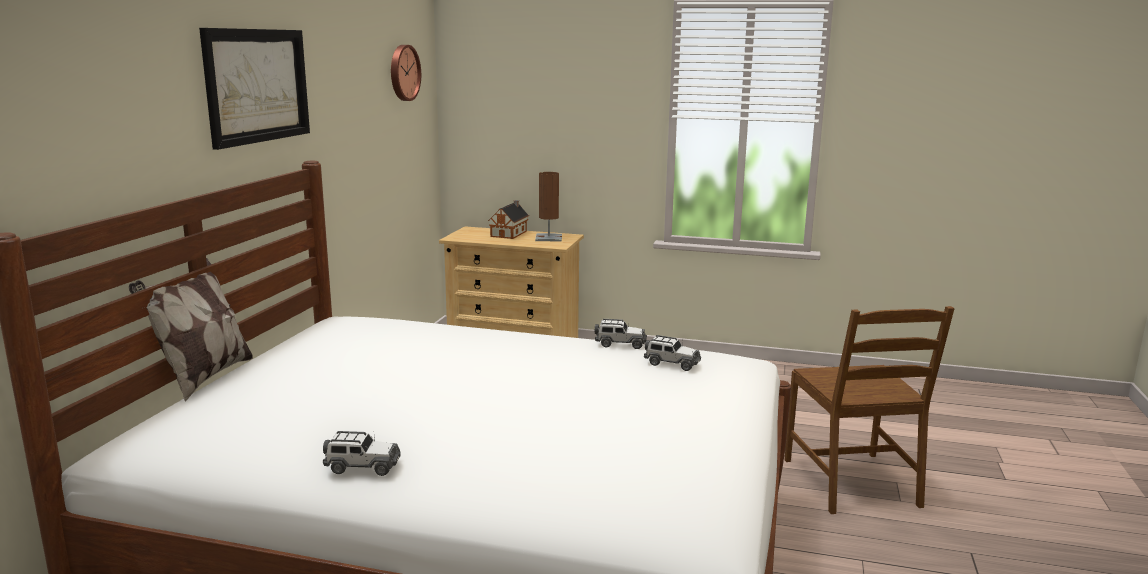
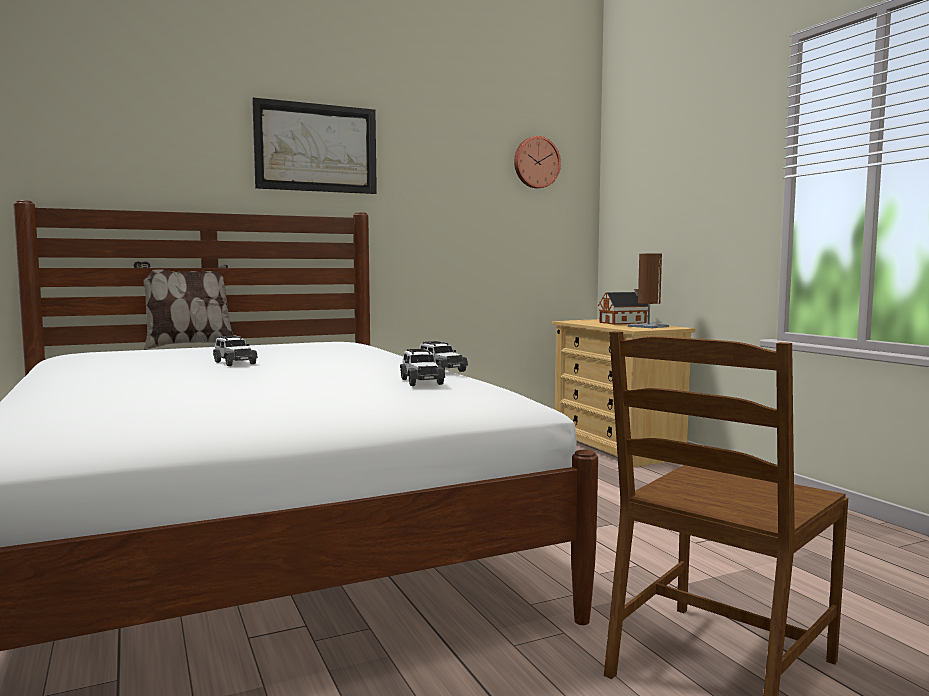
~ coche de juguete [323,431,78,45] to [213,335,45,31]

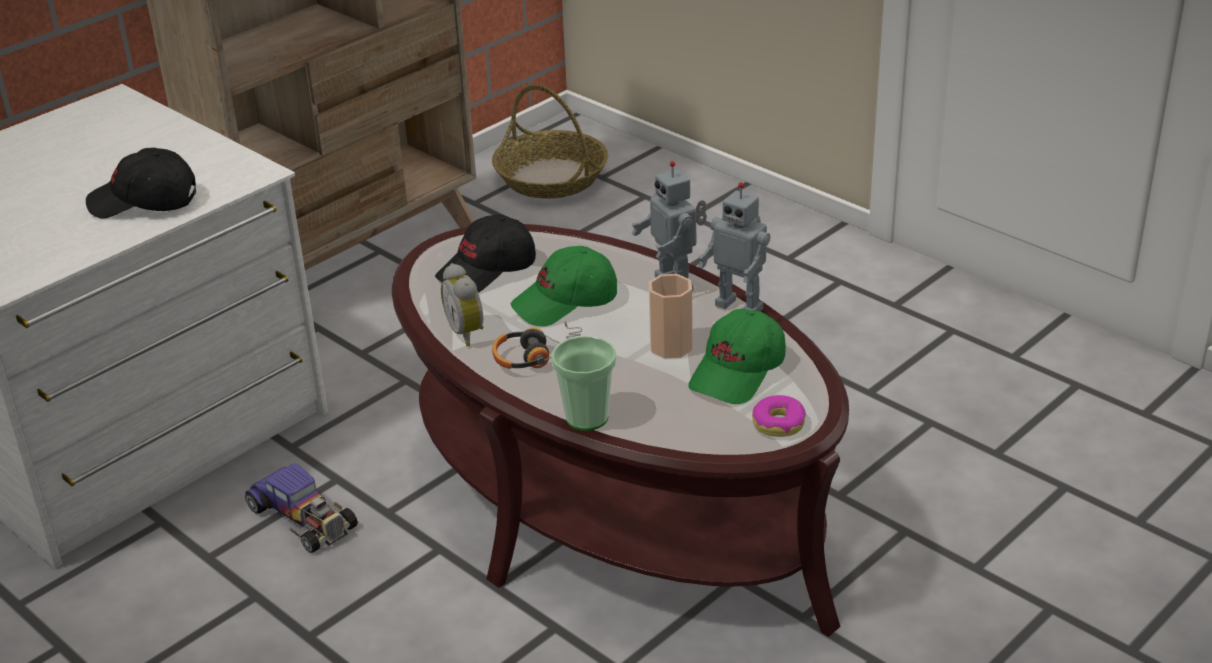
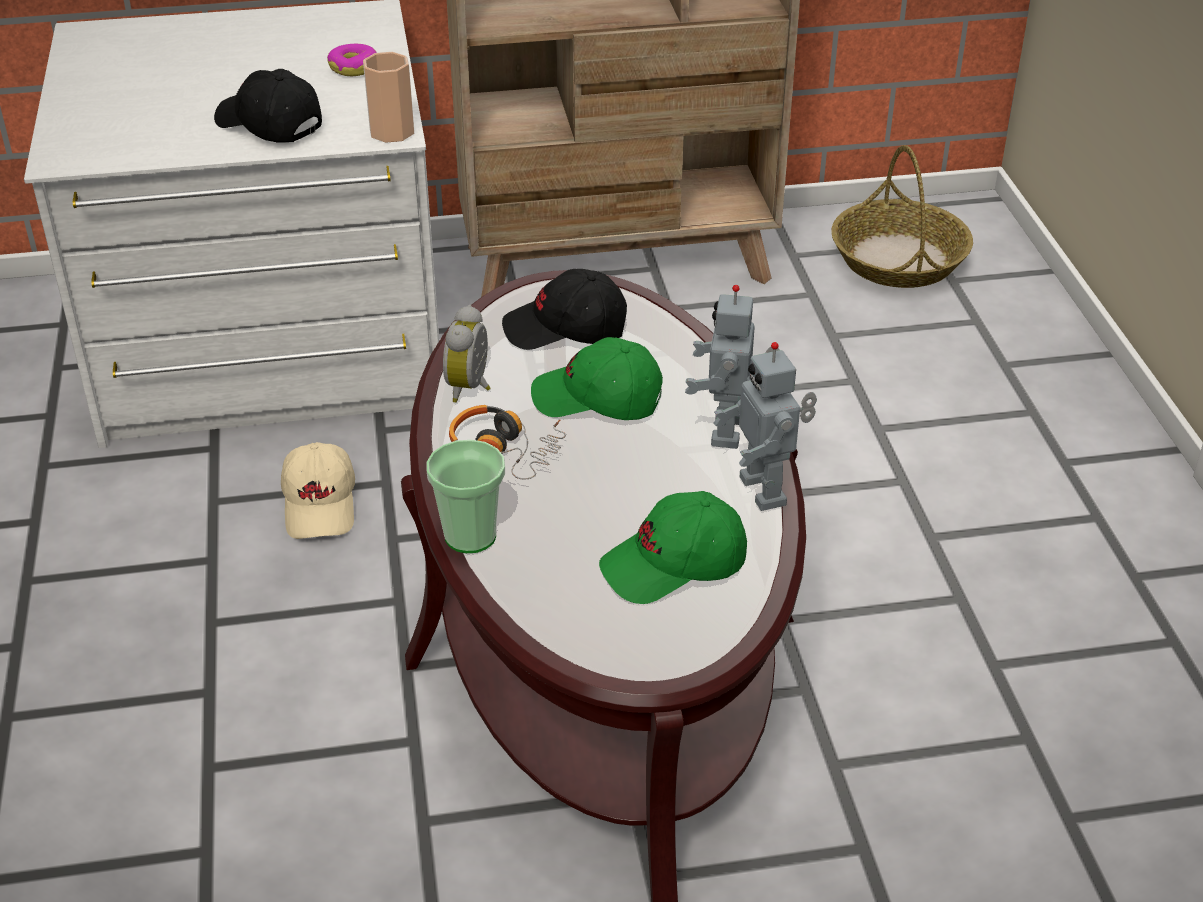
~ taza [649,274,44,84] to [363,52,51,91]
~ rosquilla [752,395,54,42] to [327,44,50,32]
~ coche de juguete [245,464,113,89] to gorra [beis] [281,442,74,97]

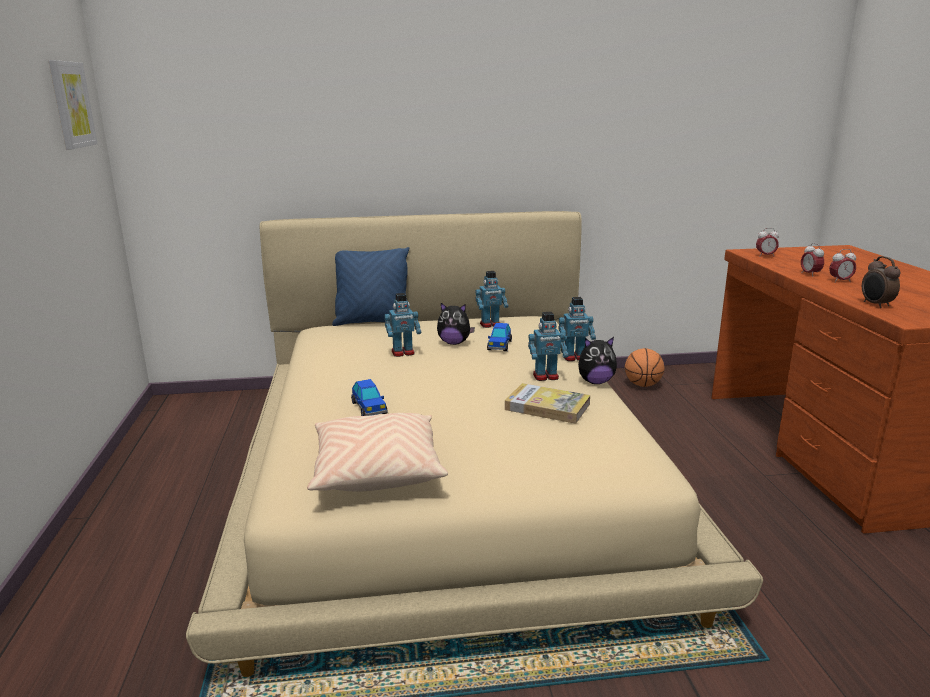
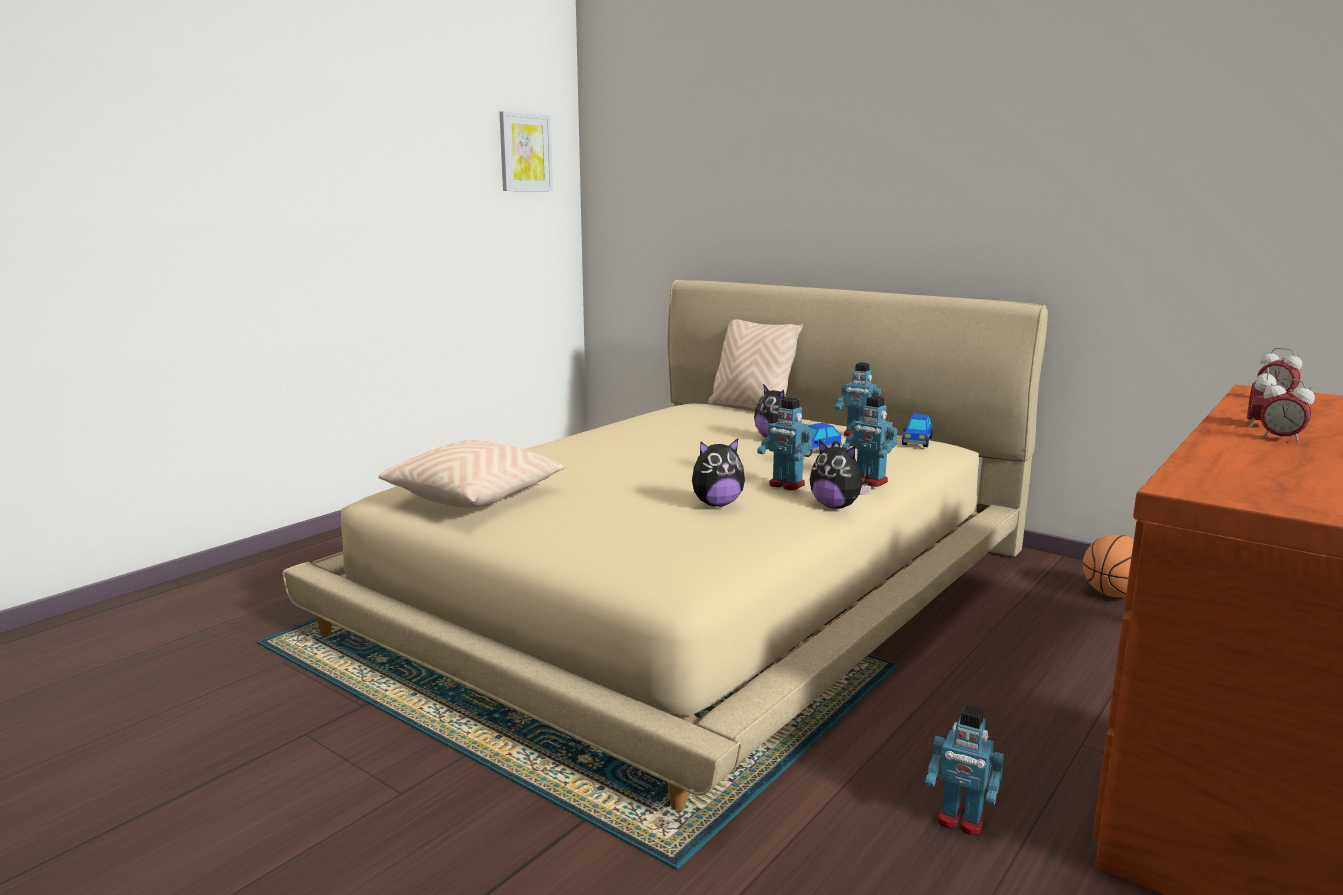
~ cojín [azul] [332,247,77,79] to cojín [beis] [708,319,95,90]
- despertador [862,256,39,52]
~ robot de juguete [385,293,36,64] to [925,705,79,130]
~ coche de juguete [351,379,37,37] to [902,414,31,33]
~ libro [505,383,86,41] to peluche [692,438,53,69]

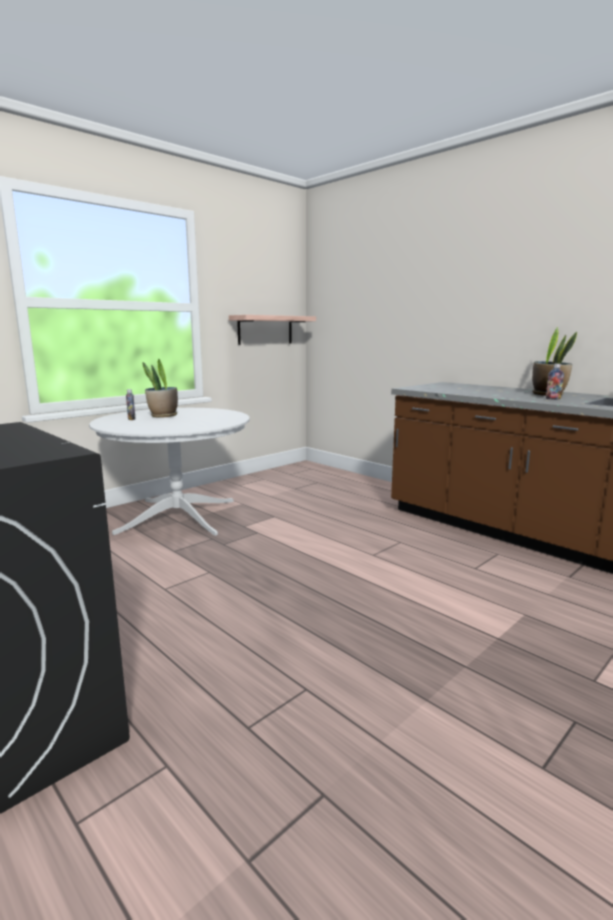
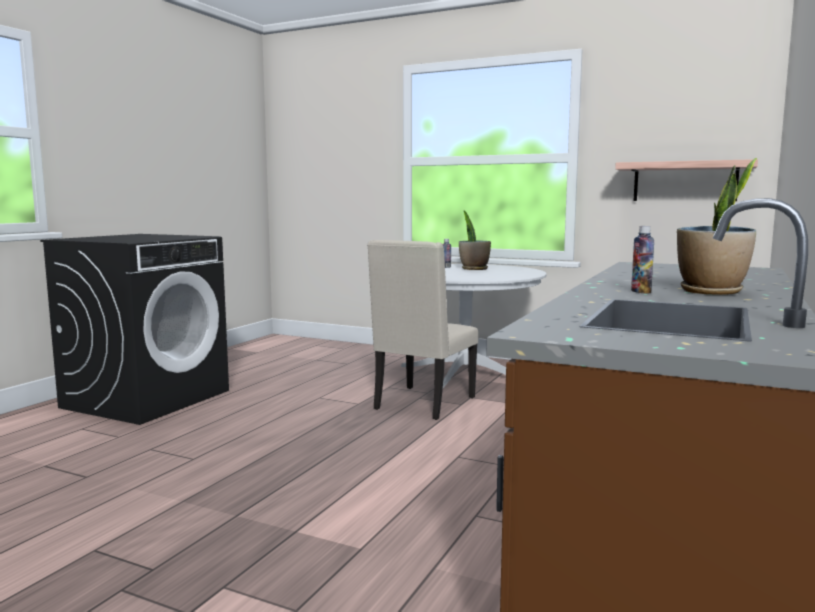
+ silla [beis] [367,240,111,180]

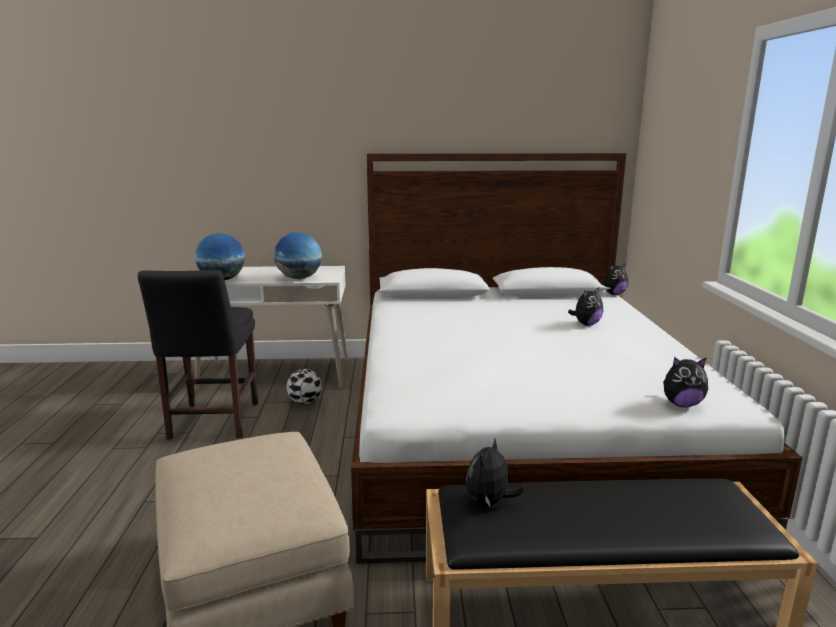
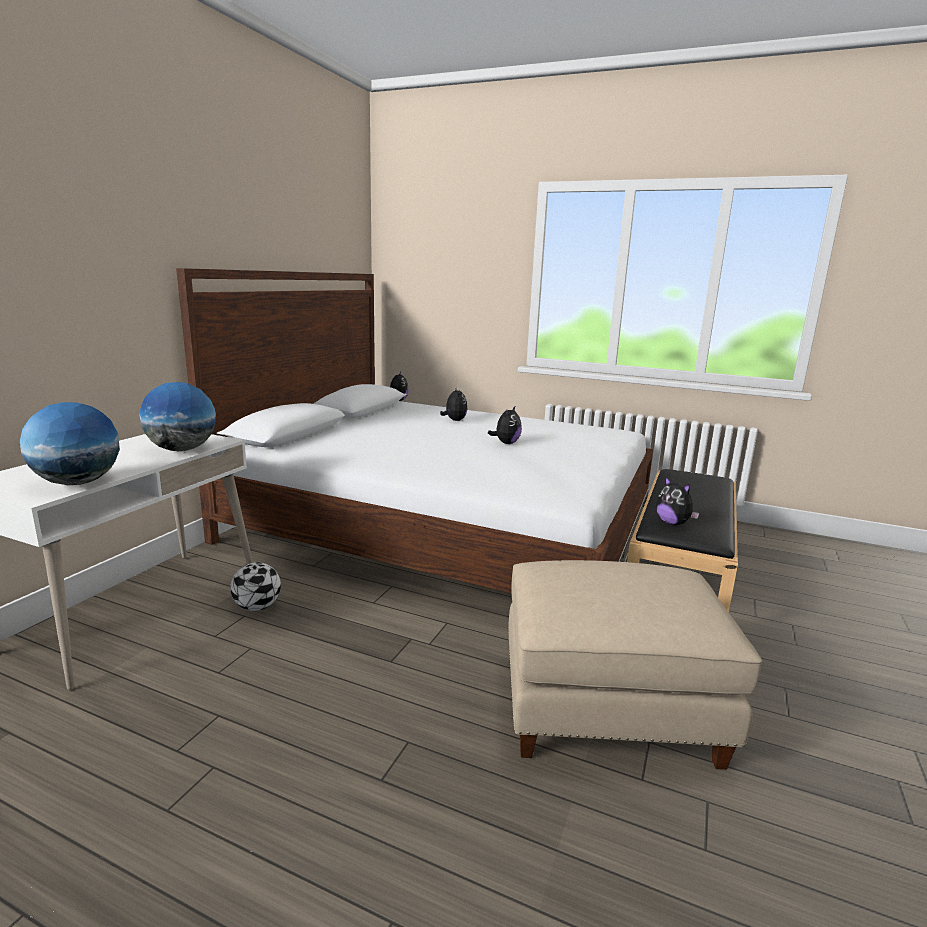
- silla [negro] [138,270,120,170]
~ peluche [663,357,45,50] to [488,407,34,37]

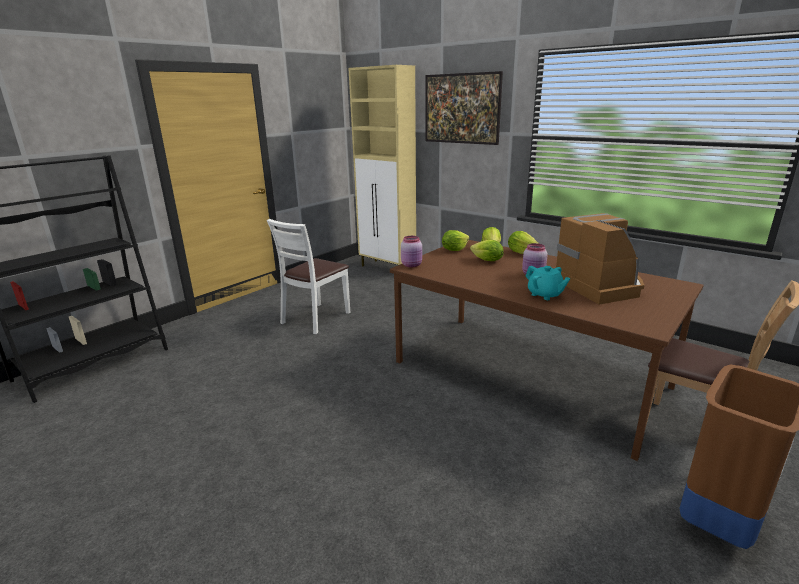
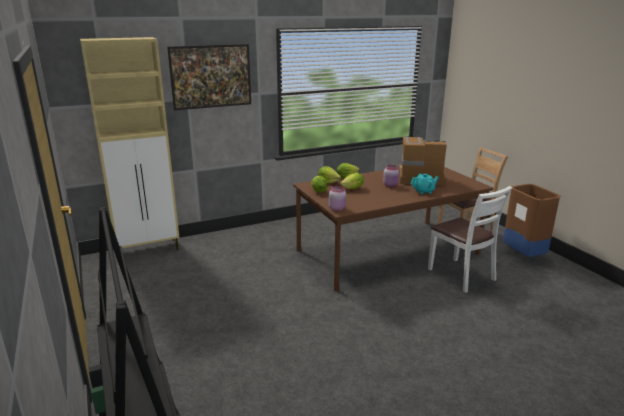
~ silla [blanco] [267,219,83,115] to [428,186,85,107]

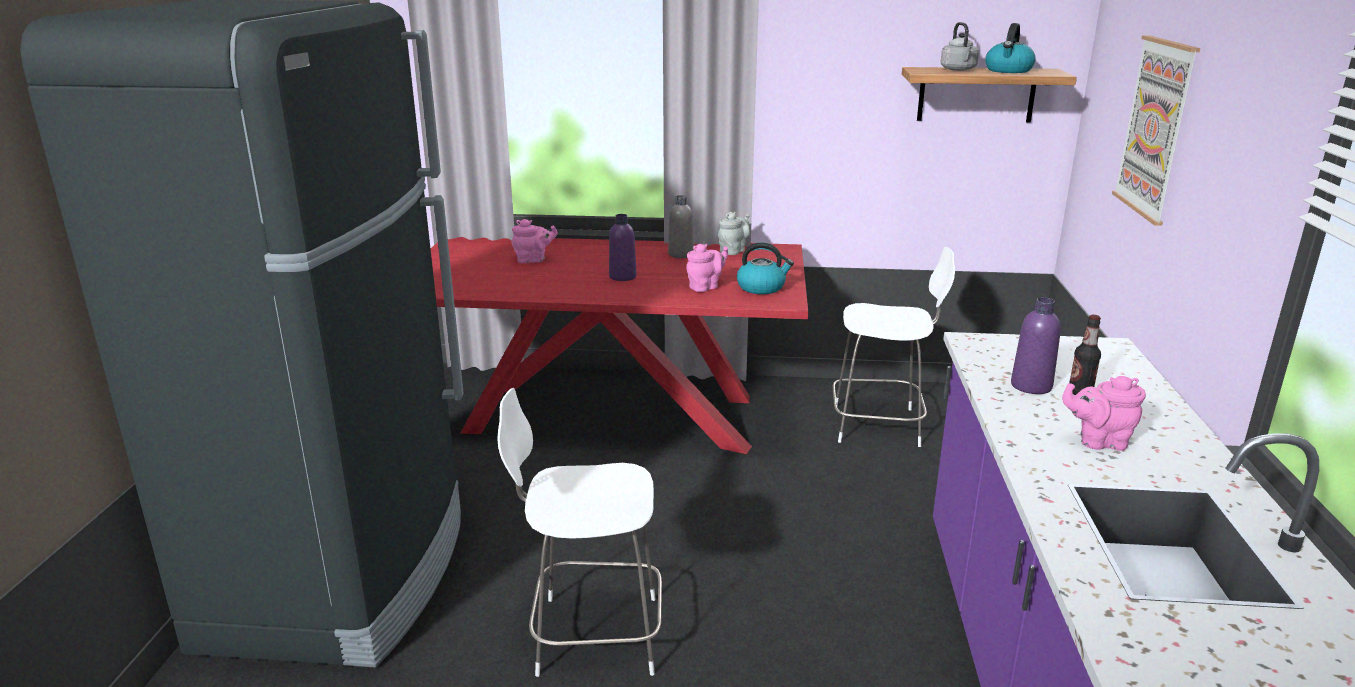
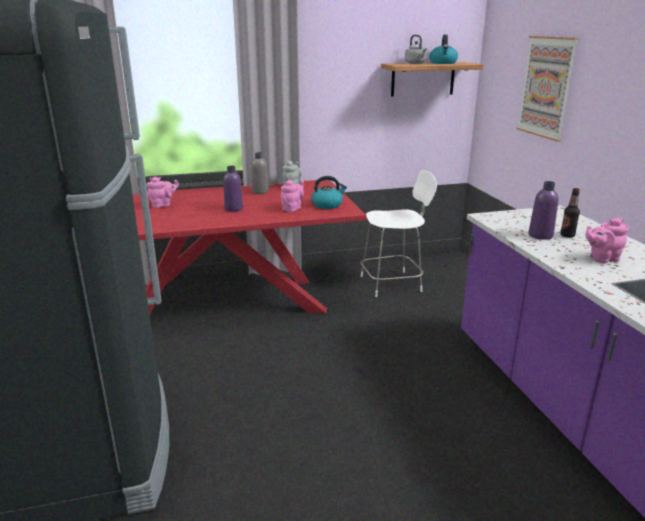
- silla [blanco] [497,388,165,289]

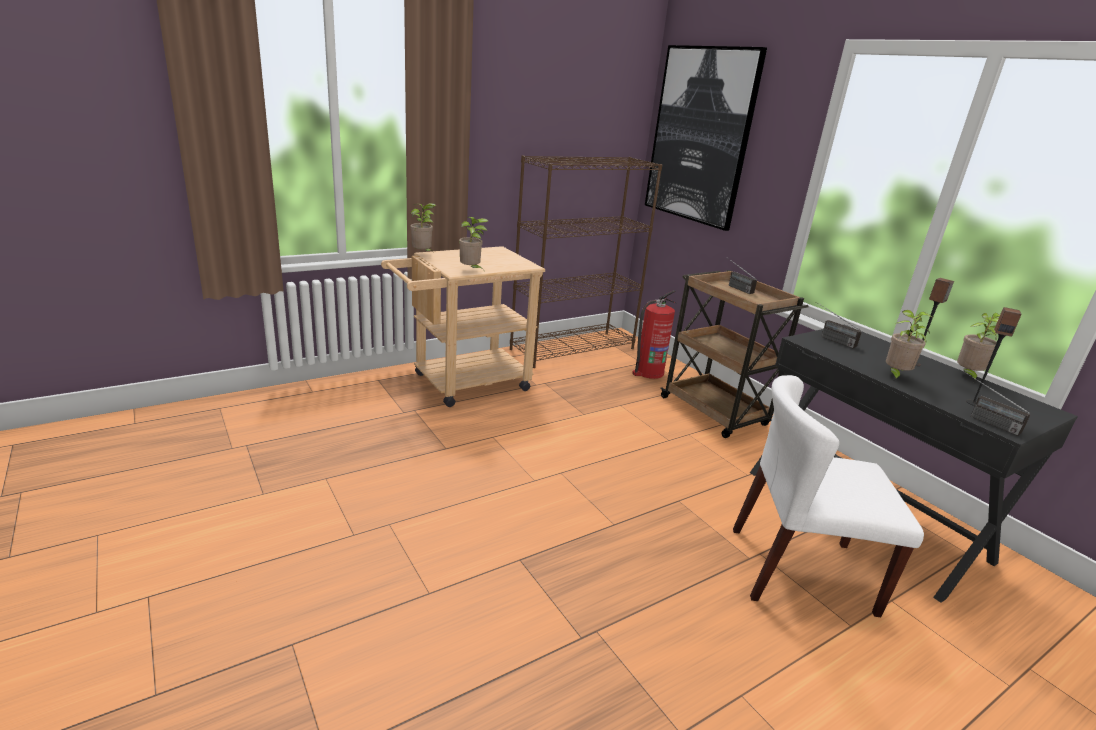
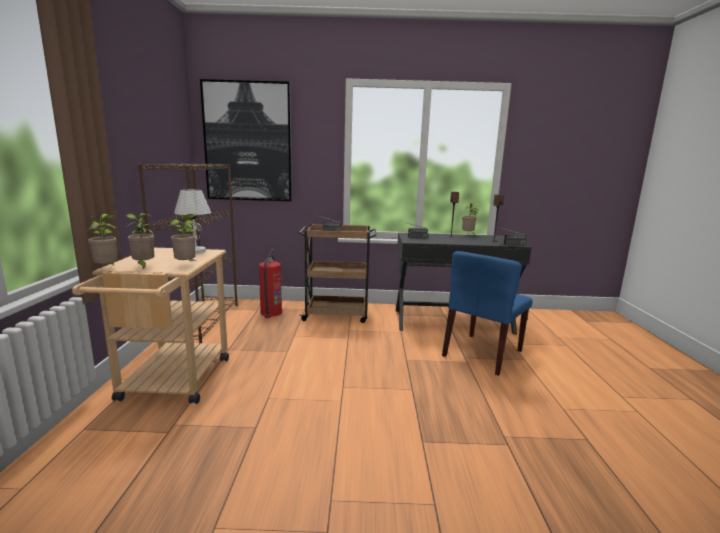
~ planta en maceta [886,310,48,71] to [125,213,29,56]
~ silla [blanco] [733,375,191,242] to silla [azul] [442,251,91,125]
+ lámpara de mesa [blanco] [174,190,37,64]

